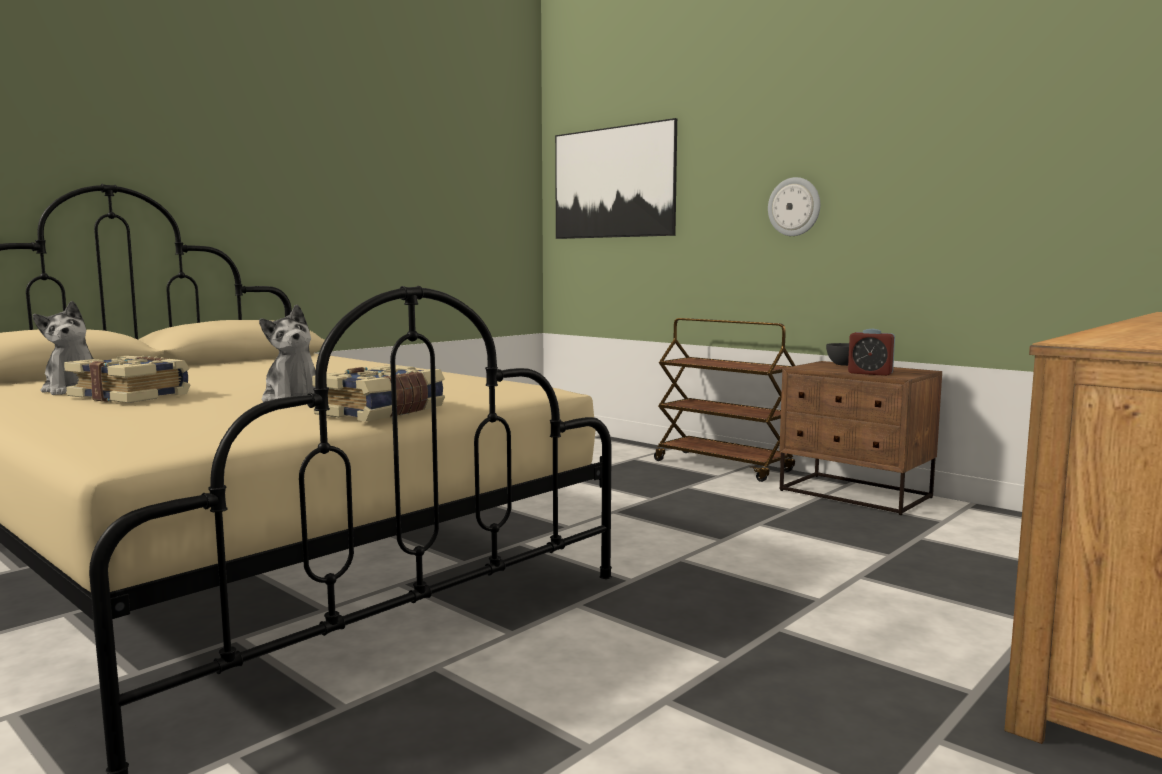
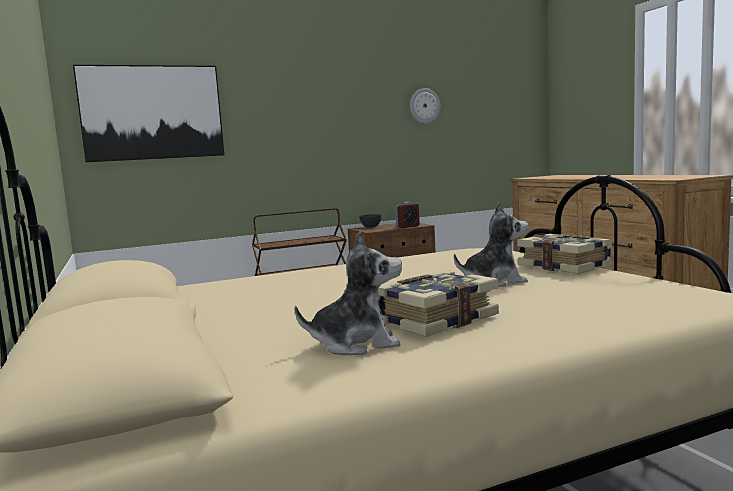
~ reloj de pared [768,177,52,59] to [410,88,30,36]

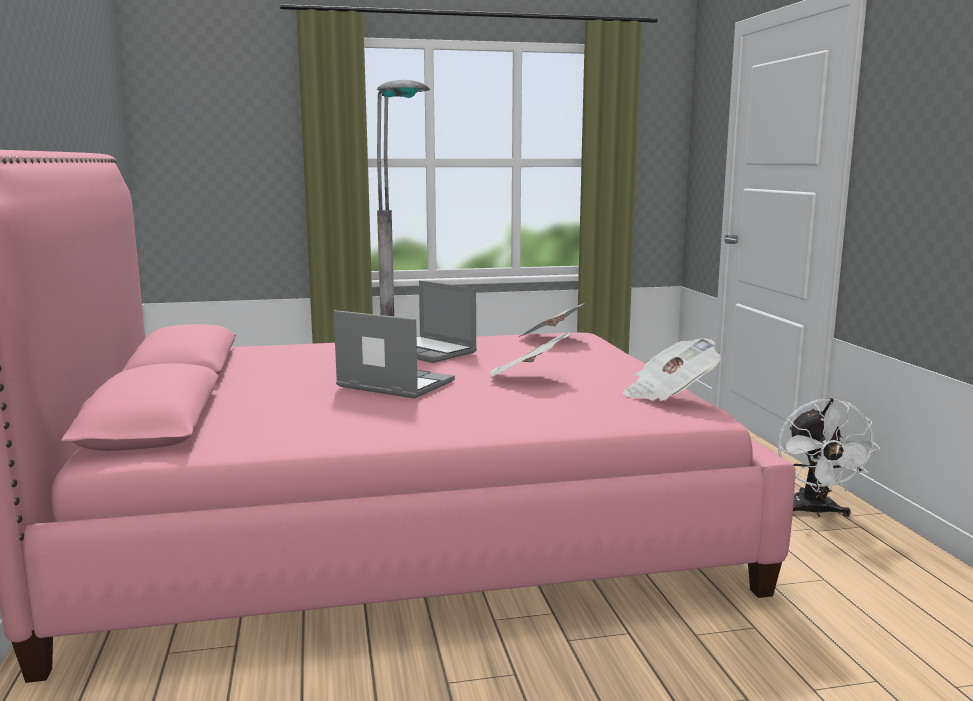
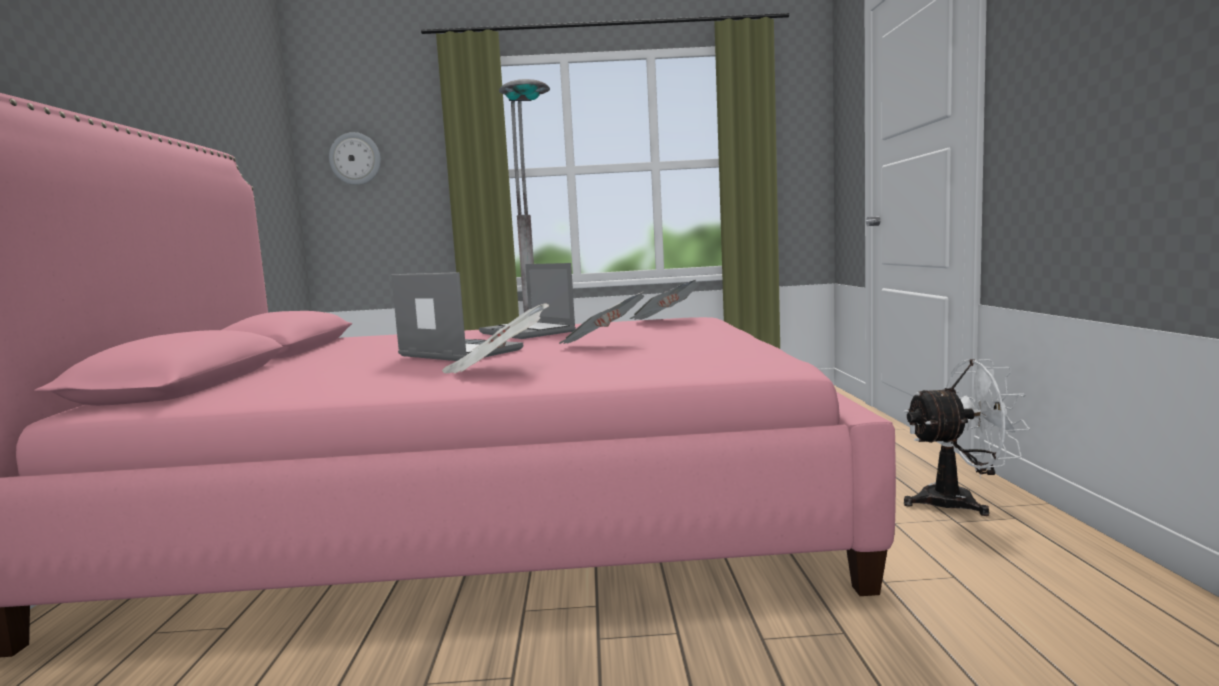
~ periódico [623,338,98,63] to [442,303,107,71]
~ ventilador [blanco] [778,398,103,119] = [904,359,126,157] 105 degrees counterclockwise
+ reloj de pared [329,132,52,53]

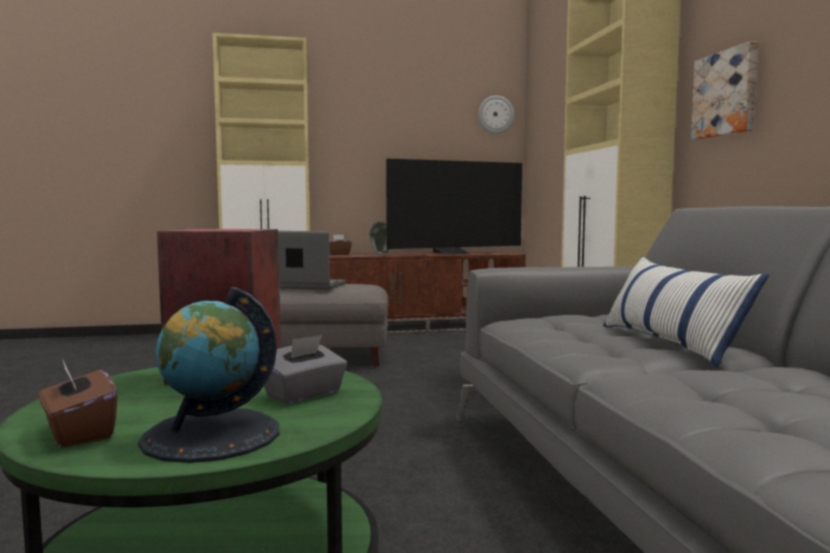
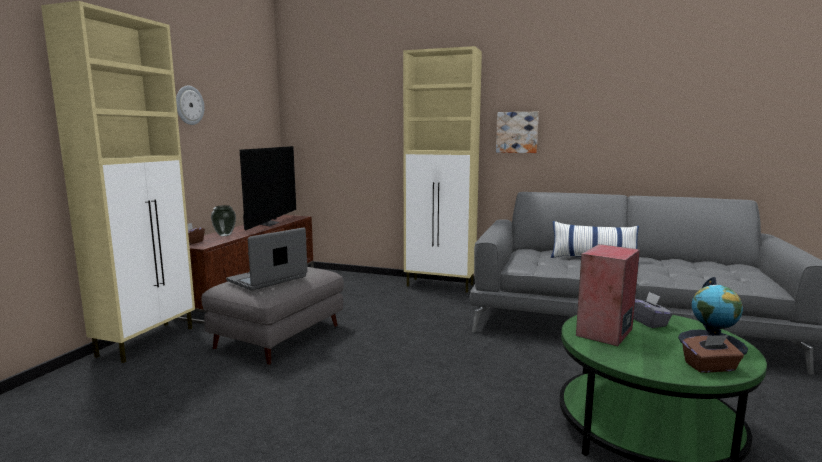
~ reloj de pared [478,95,36,39] to [176,86,28,39]

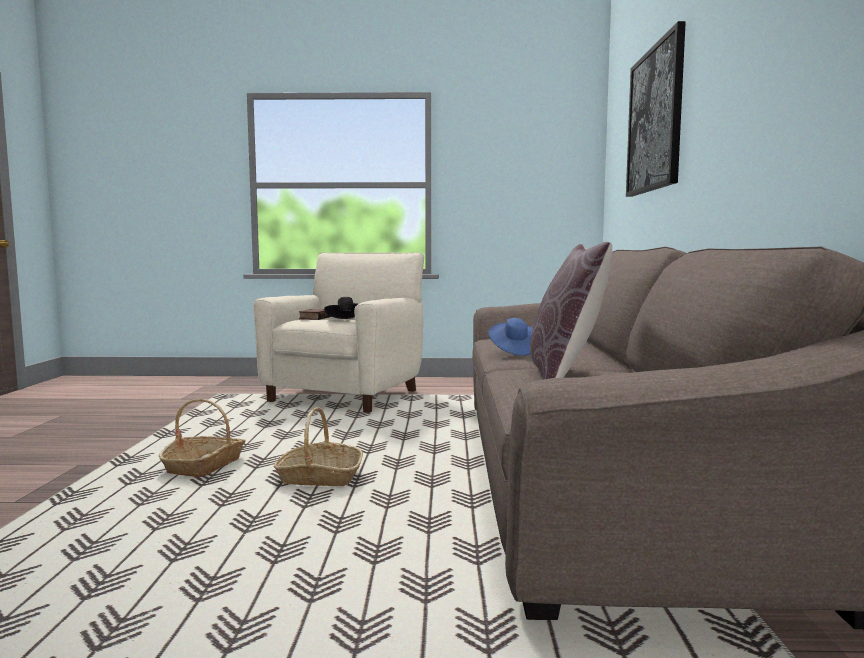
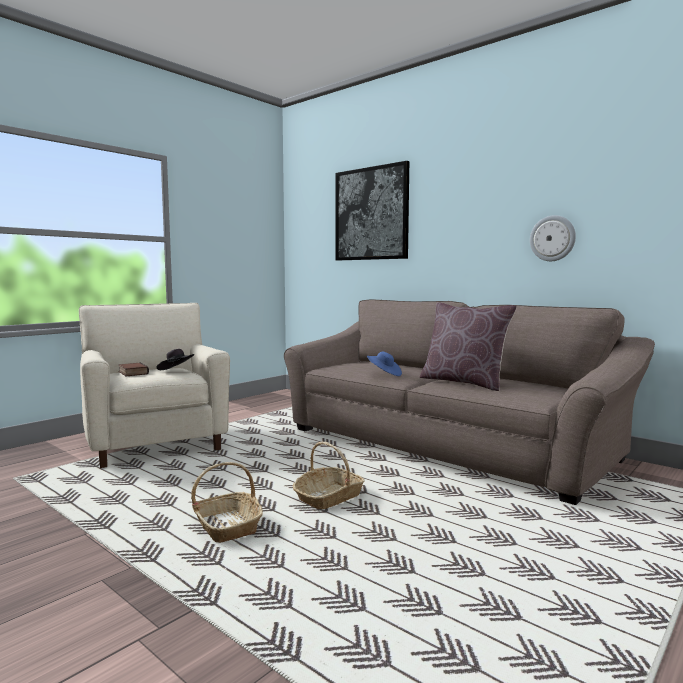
+ reloj de pared [530,215,46,46]

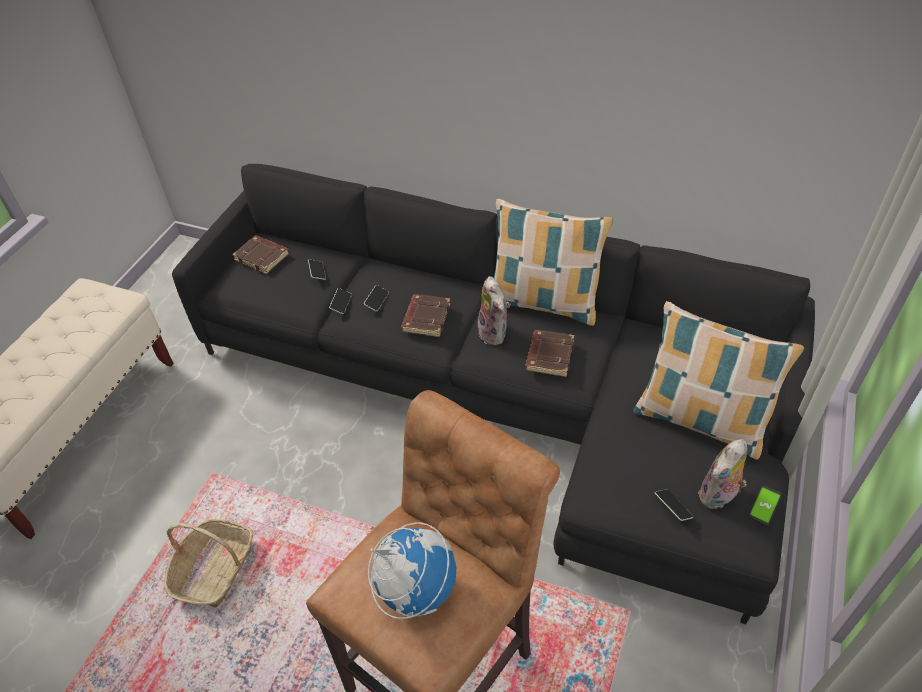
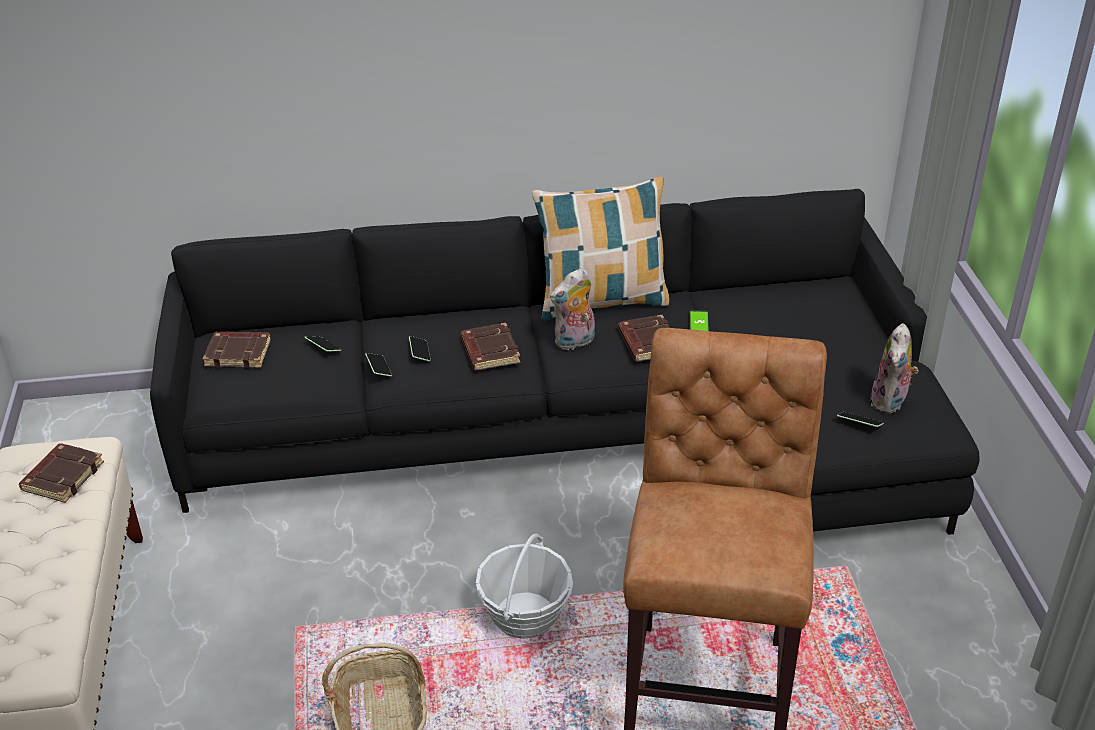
~ peluche [478,276,32,69] = [550,268,45,82] 105 degrees clockwise
- cojín [633,301,171,159]
~ móvil [748,485,34,41] to [689,310,21,21]
- globo terráqueo [368,522,88,97]
+ libro [marrón] [19,443,85,60]
+ cesta [476,533,97,106]

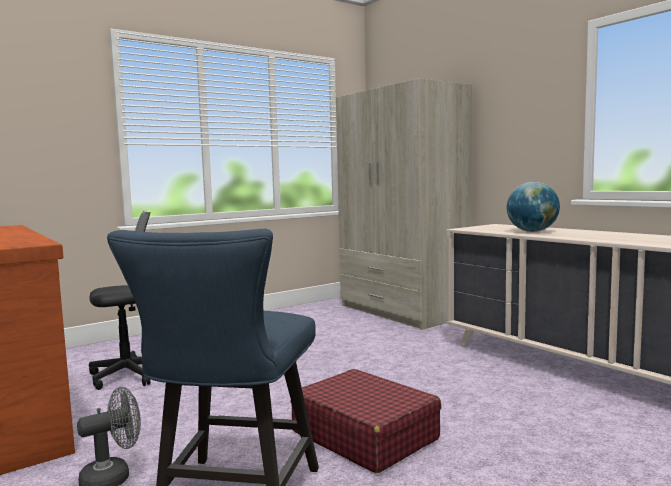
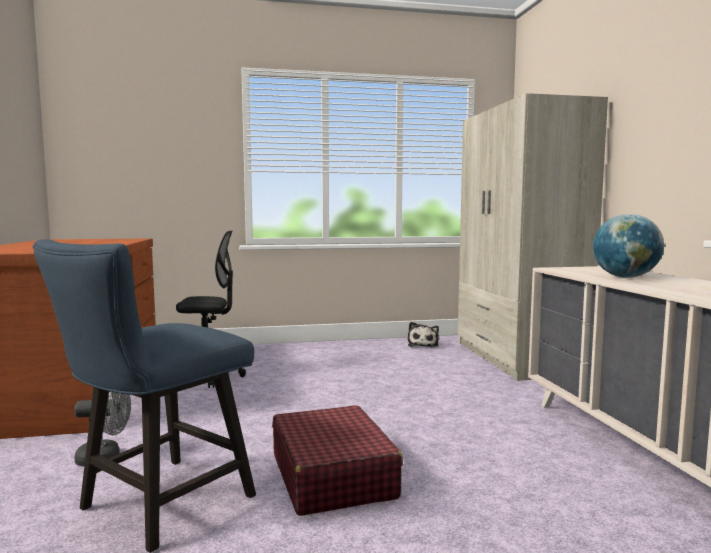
+ peluche [408,322,31,25]

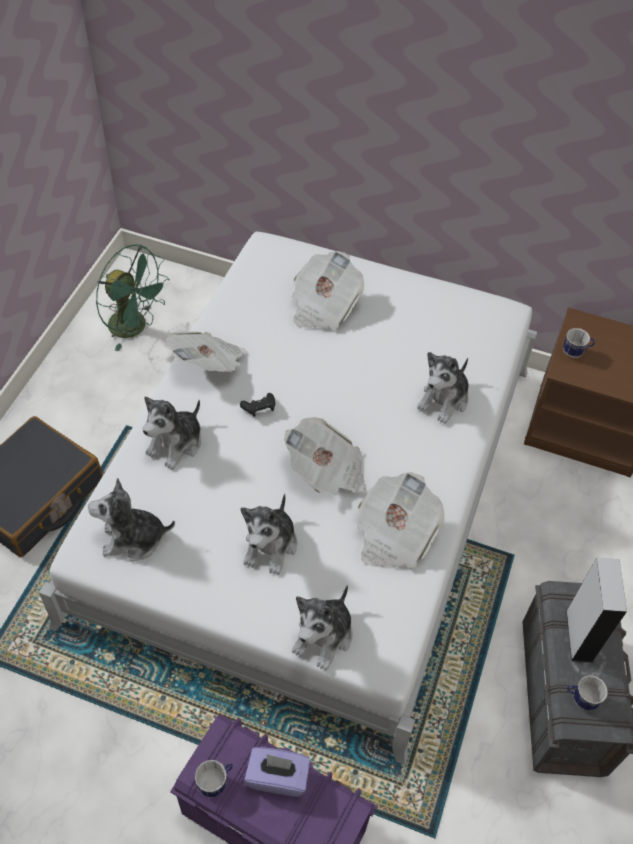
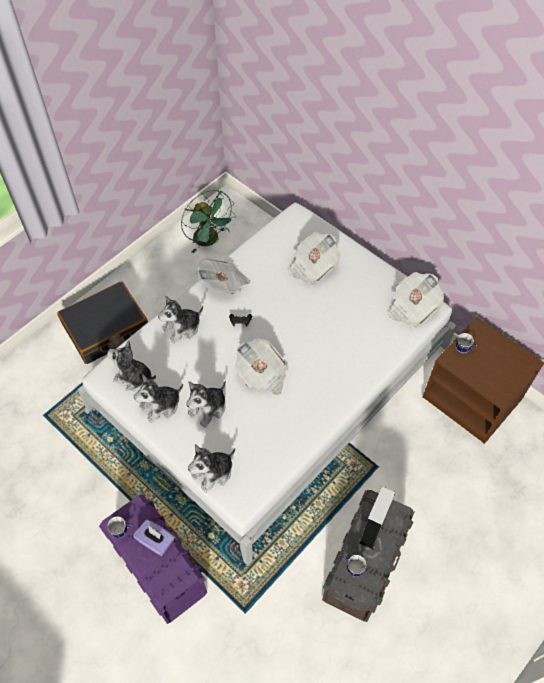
~ peluche [417,352,52,72] to [134,374,49,49]
~ periódico [357,472,88,97] to [388,272,56,56]

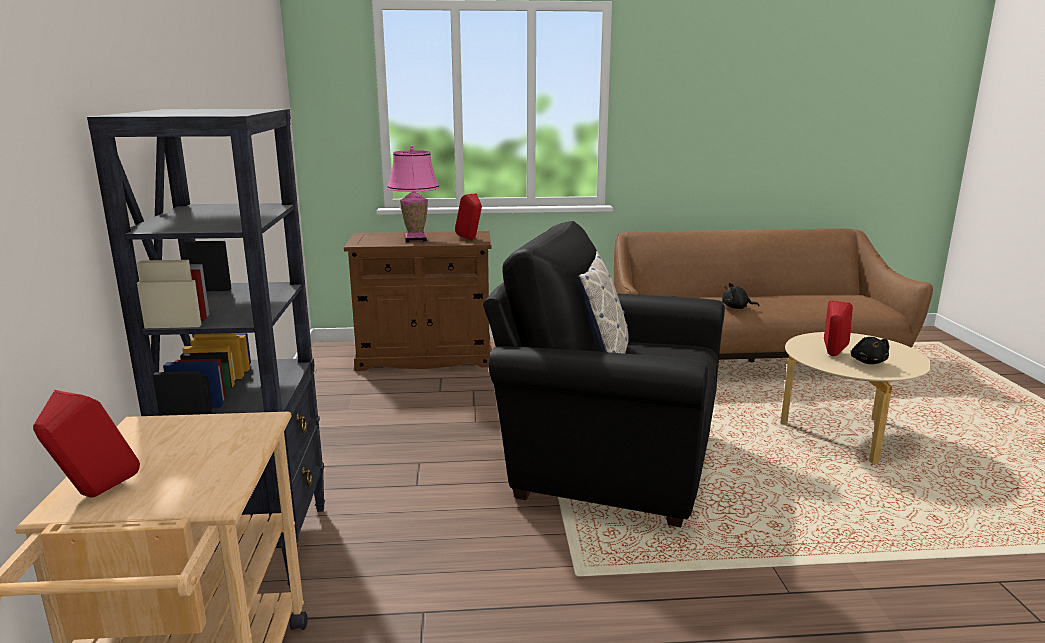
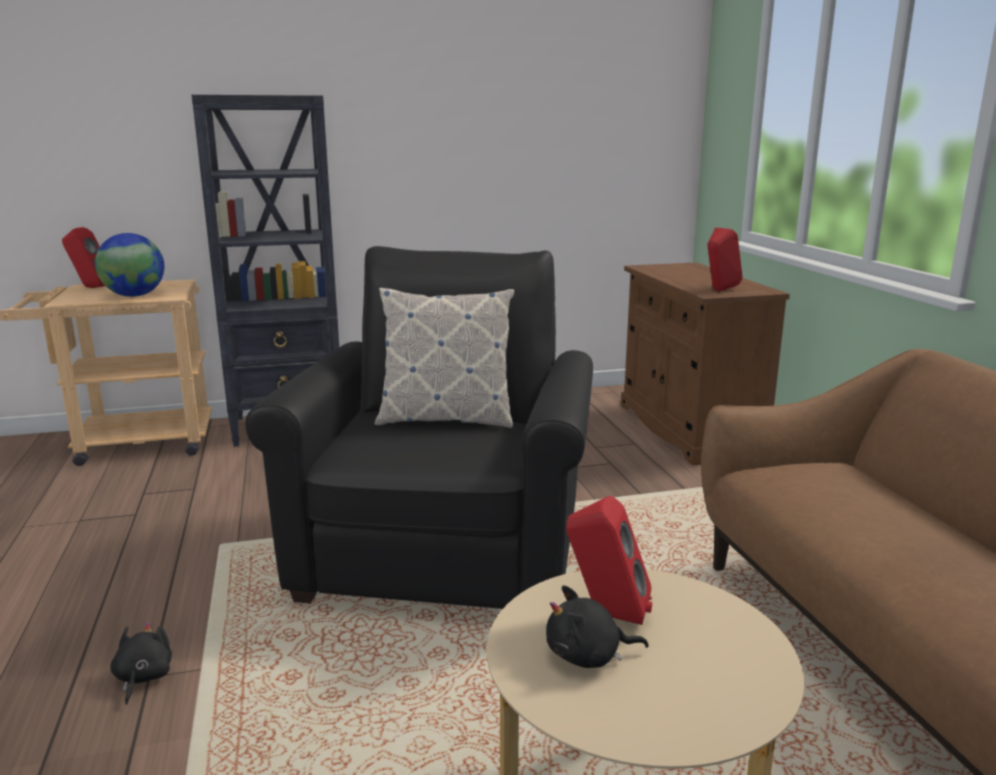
- lámpara de mesa [rosa] [387,145,53,97]
~ peluche [negro] [722,283,37,26] to [110,622,62,83]
+ globo terráqueo [95,233,69,64]

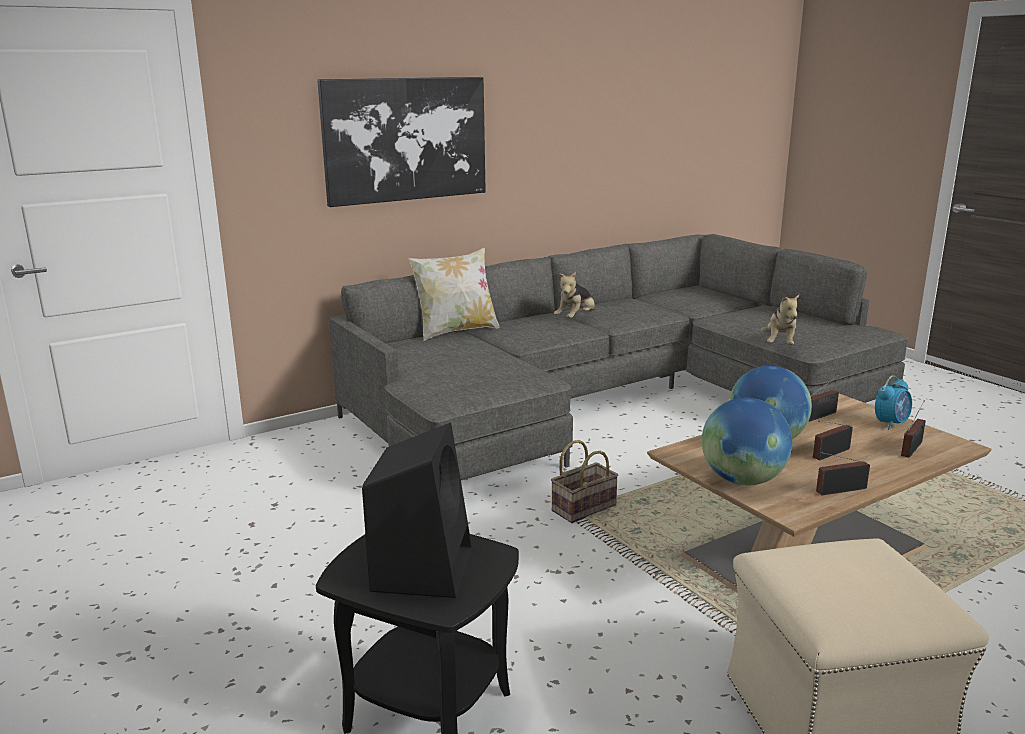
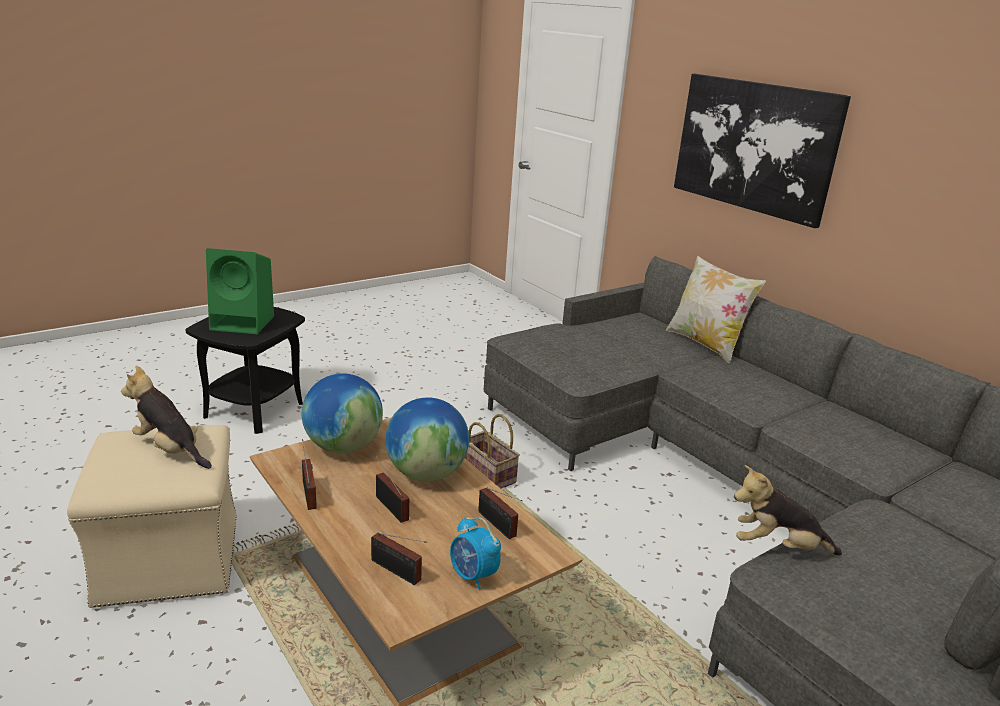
~ peluche [554,272,41,46] to [121,366,91,103]
~ altavoz [negro] [362,422,110,176] to altavoz [verde] [206,248,68,86]

